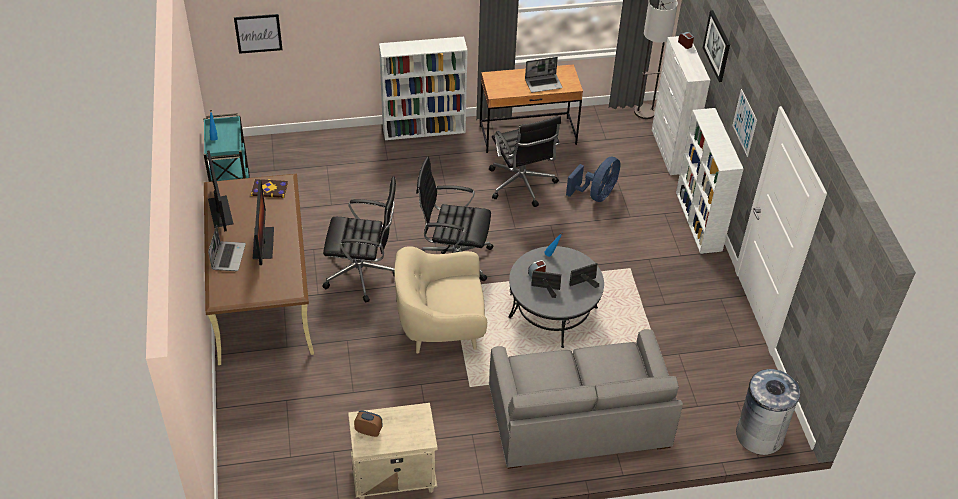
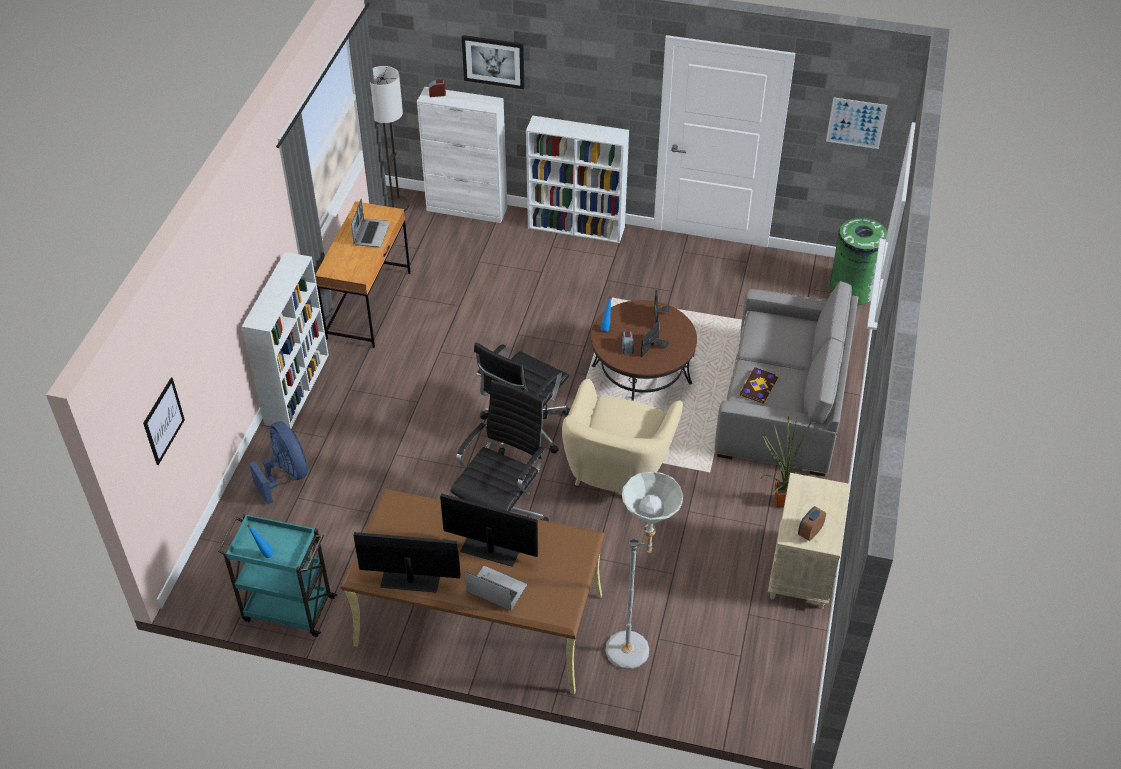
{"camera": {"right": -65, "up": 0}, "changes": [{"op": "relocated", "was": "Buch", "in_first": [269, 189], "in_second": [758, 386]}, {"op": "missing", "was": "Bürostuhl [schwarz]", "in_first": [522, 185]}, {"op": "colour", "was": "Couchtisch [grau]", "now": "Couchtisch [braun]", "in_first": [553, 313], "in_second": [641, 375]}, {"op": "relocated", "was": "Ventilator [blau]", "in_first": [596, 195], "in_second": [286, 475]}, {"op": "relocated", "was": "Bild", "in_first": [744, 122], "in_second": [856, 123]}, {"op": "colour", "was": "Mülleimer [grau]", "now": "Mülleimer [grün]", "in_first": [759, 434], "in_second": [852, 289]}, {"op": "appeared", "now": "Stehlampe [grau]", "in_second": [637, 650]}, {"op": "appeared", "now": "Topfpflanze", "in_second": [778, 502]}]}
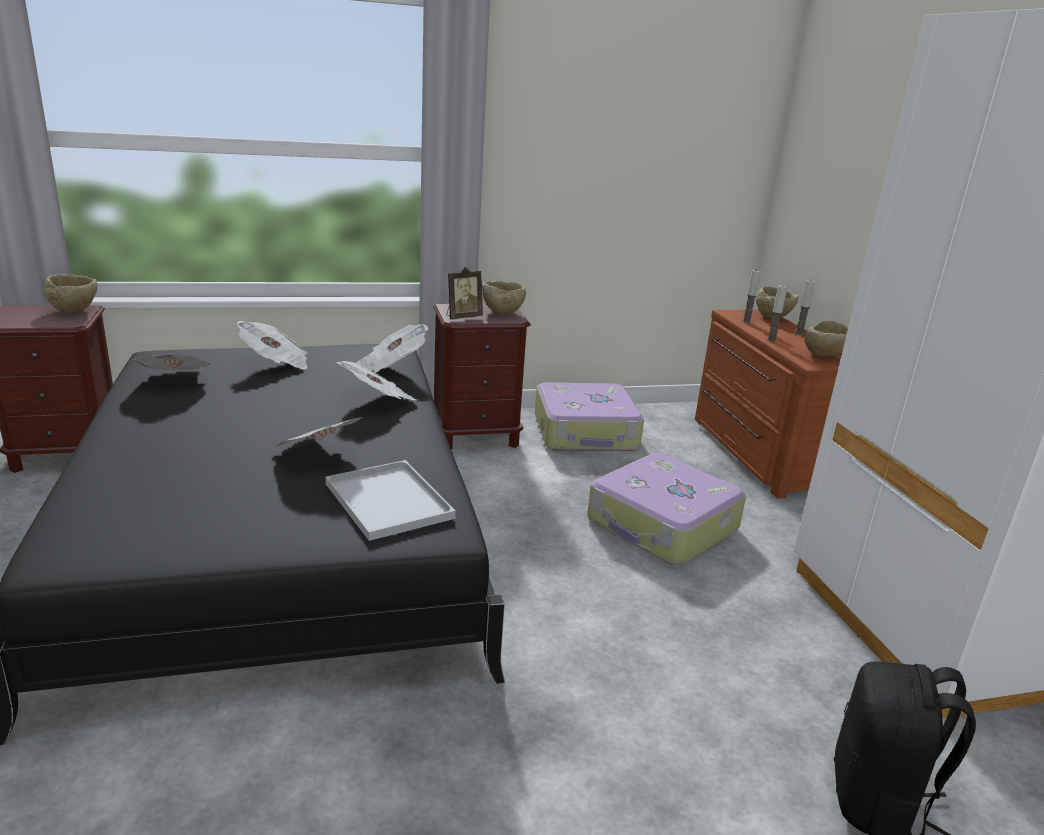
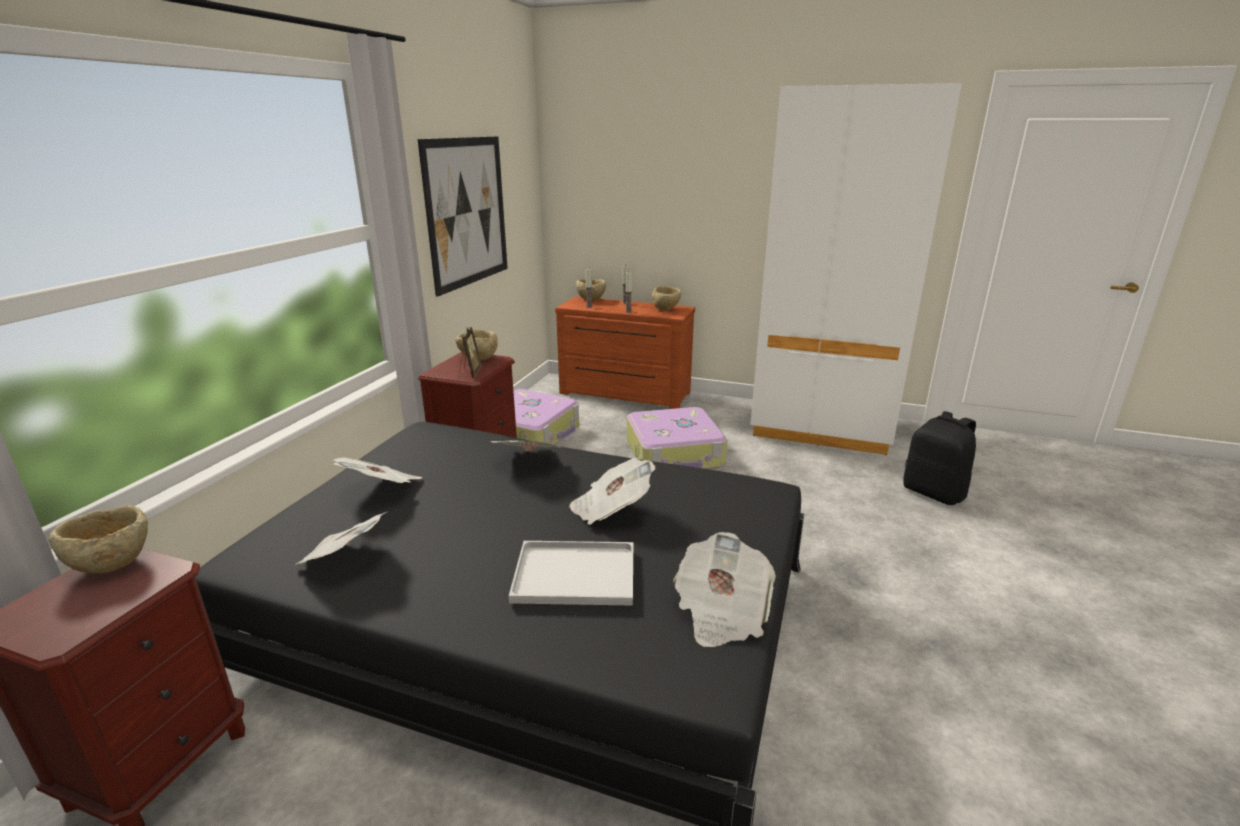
{"camera": {"right": -55, "up": 0}, "changes": [{"op": "relocated", "was": "Tablett [weiß]", "in_first": [386, 500], "in_second": [572, 575]}, {"op": "relocated", "was": "Zeitung", "in_first": [391, 366], "in_second": [721, 612]}, {"op": "appeared", "now": "Bild", "in_second": [467, 212]}]}
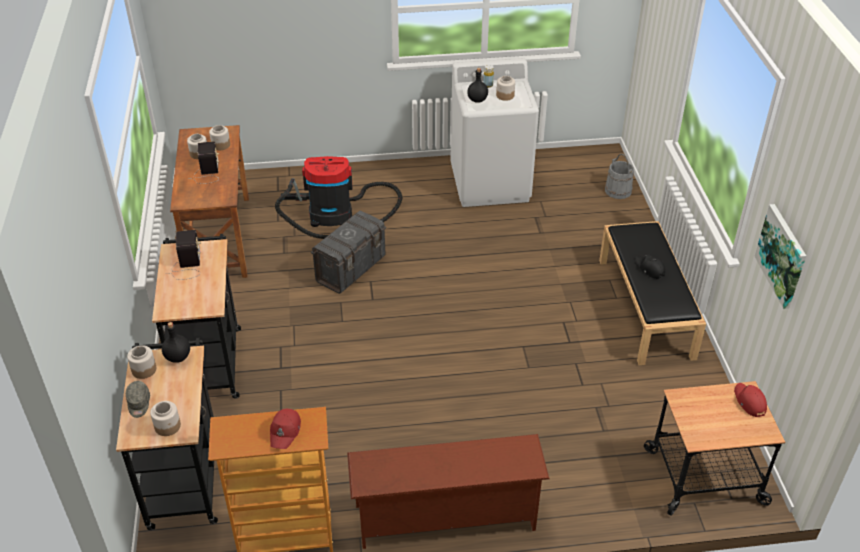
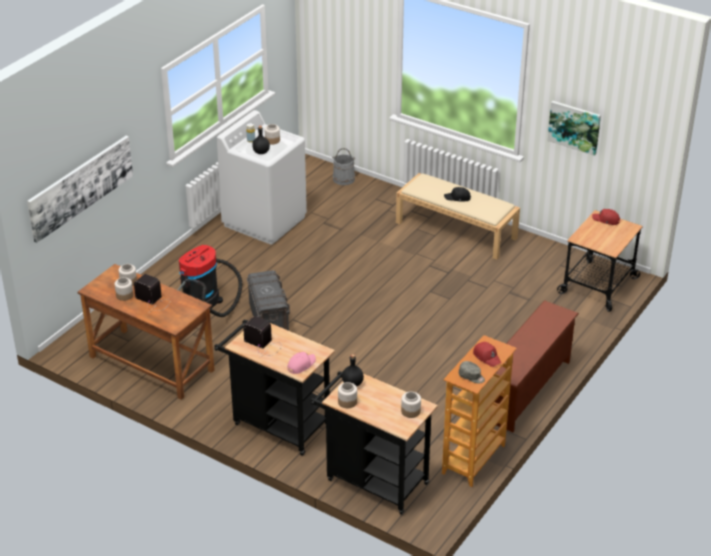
{"camera": {"right": -50, "up": -5}, "changes": [{"op": "relocated", "was": "Kappe [grau]", "in_first": [139, 404], "in_second": [471, 377]}, {"op": "colour", "was": "Bank [schwarz]", "now": "Bank [beige]", "in_first": [646, 308], "in_second": [457, 230]}, {"op": "appeared", "now": "Bild", "in_second": [80, 187]}, {"op": "appeared", "now": "Kappe [rosa]", "in_second": [301, 365]}]}
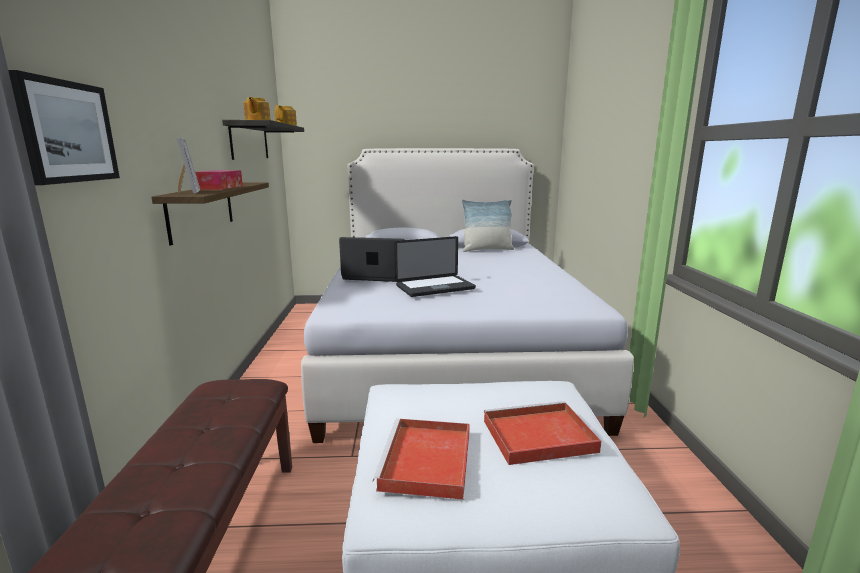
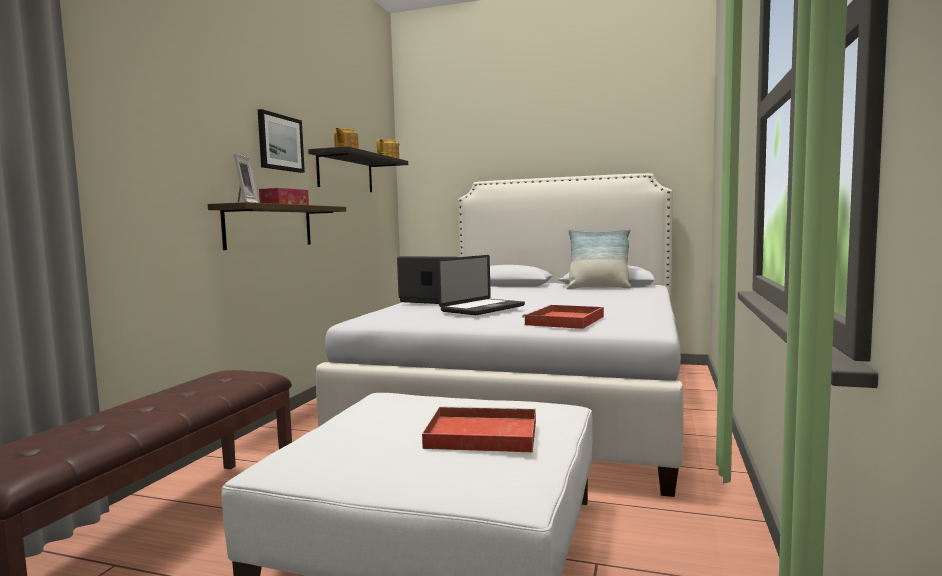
{"camera": {"right": 20, "up": -10}, "changes": [{"op": "relocated", "was": "Bild", "in_first": [67, 132], "in_second": [280, 143]}, {"op": "relocated", "was": "Tablett [rot]", "in_first": [427, 462], "in_second": [565, 321]}, {"op": "spun", "was": "Laptop", "in_first": [435, 287], "in_second": [483, 308], "clockwise": -45}]}
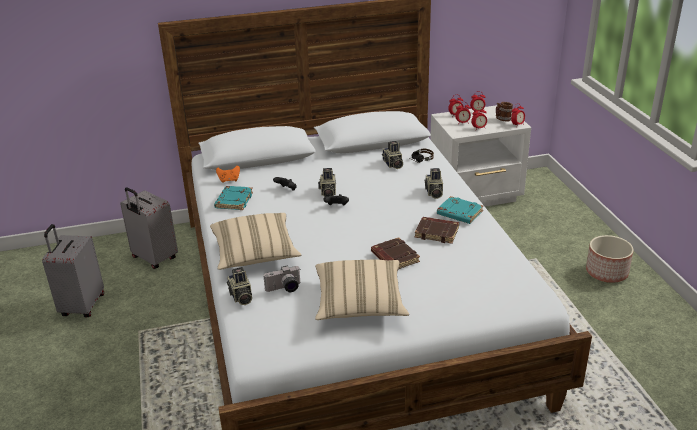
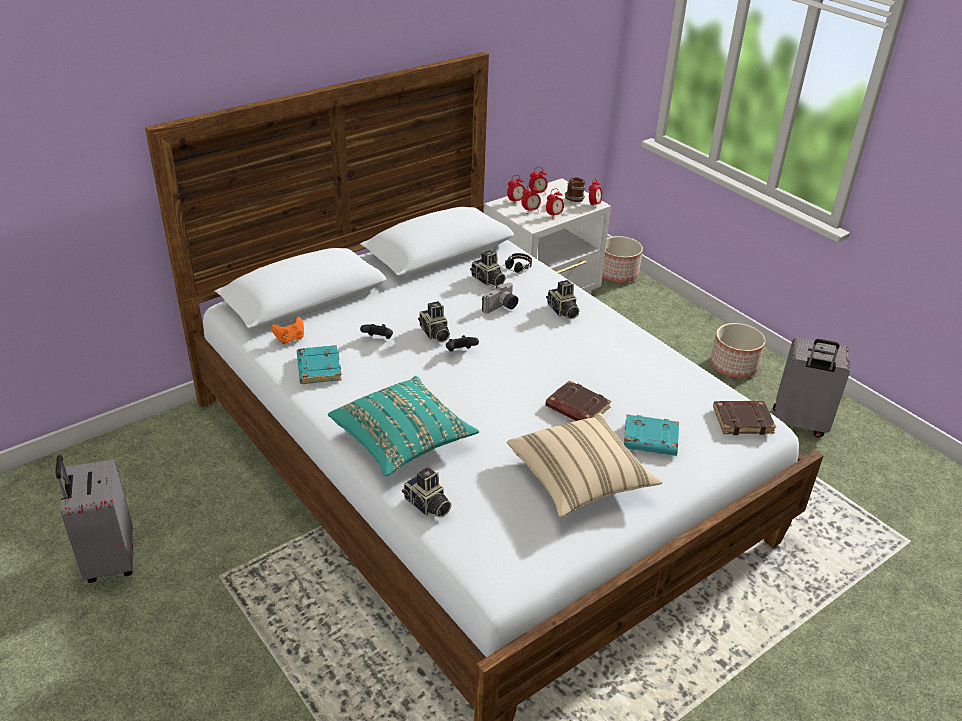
{"camera": {"right": -25, "up": 5}, "changes": [{"op": "relocated", "was": "Koffer [grau]", "in_first": [154, 259], "in_second": [798, 424]}, {"op": "colour", "was": "Kissen [beige]", "now": "Kissen [türkis]", "in_first": [255, 254], "in_second": [402, 440]}, {"op": "relocated", "was": "Kamera", "in_first": [284, 289], "in_second": [501, 308]}, {"op": "relocated", "was": "Buch [braun]", "in_first": [437, 232], "in_second": [743, 420]}, {"op": "relocated", "was": "Buch [türkis]", "in_first": [459, 213], "in_second": [649, 440]}, {"op": "appeared", "now": "Pflanzkübel", "in_second": [618, 274]}]}
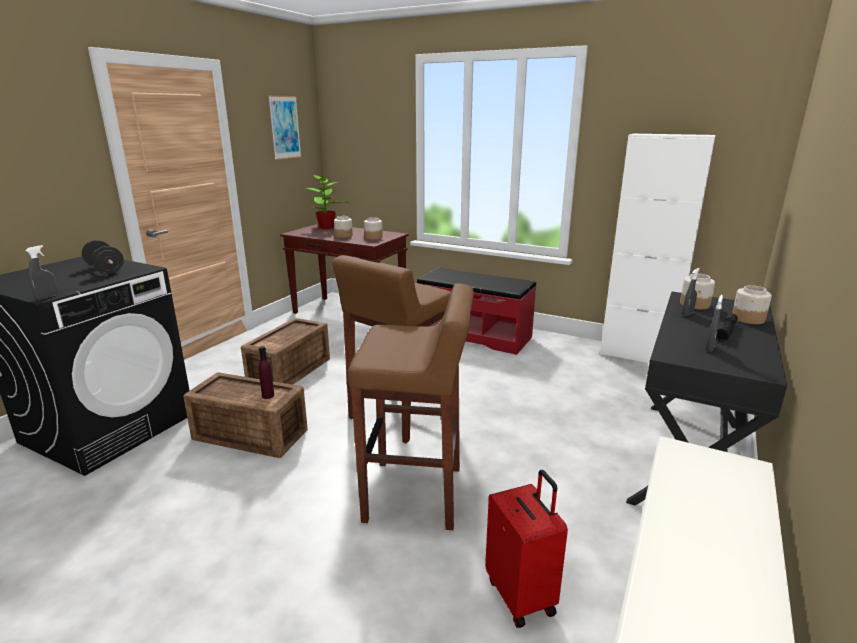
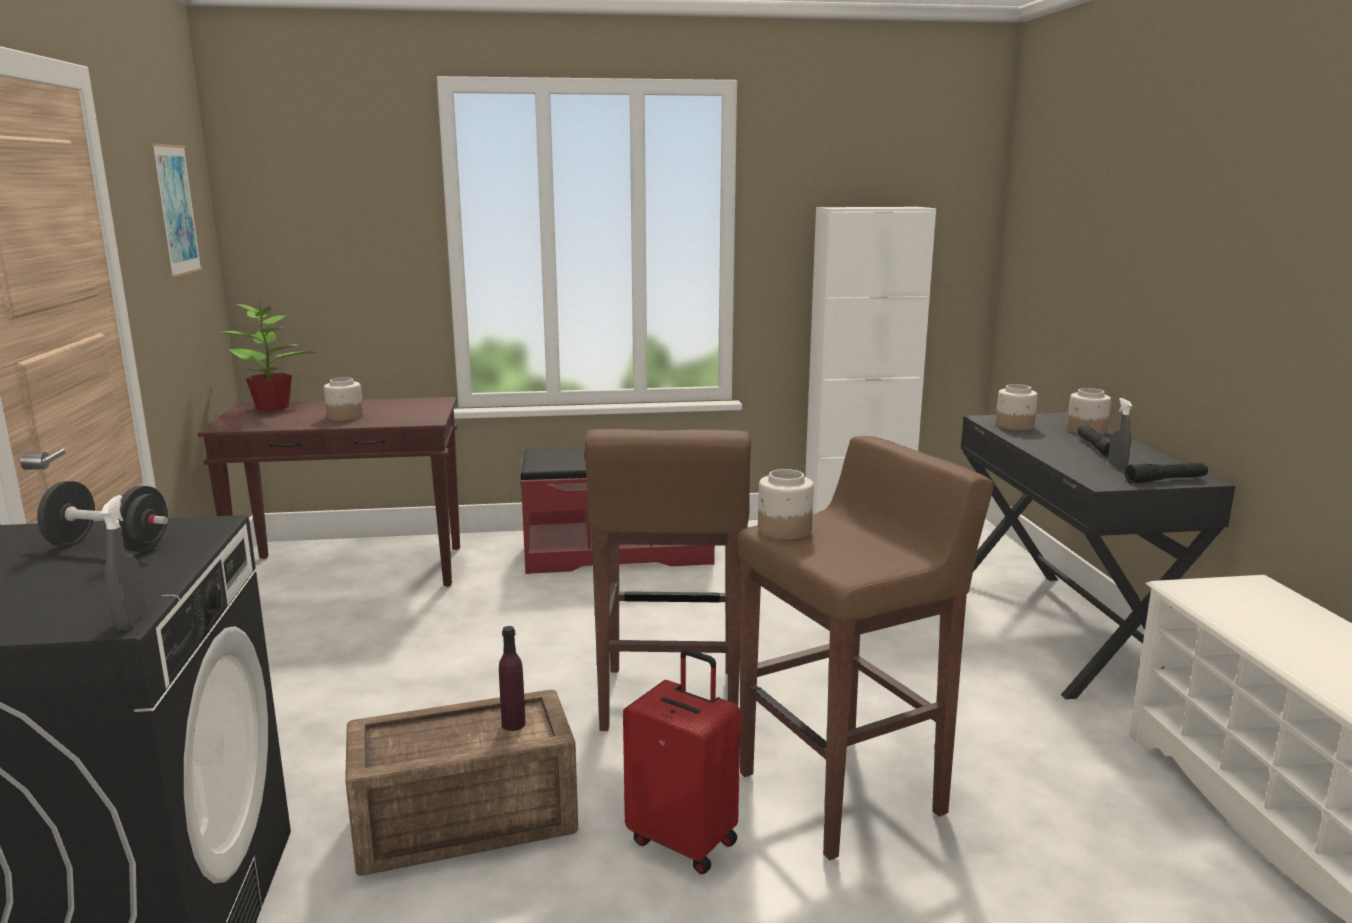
{"camera": {"right": -35, "up": -5}, "changes": [{"op": "missing", "was": "Kiste", "in_first": [291, 371]}, {"op": "relocated", "was": "Vorratsglas", "in_first": [373, 237], "in_second": [784, 530]}, {"op": "relocated", "was": "Koffer [rot]", "in_first": [522, 595], "in_second": [684, 840]}, {"op": "missing", "was": "Sprühflasche [grau]", "in_first": [687, 314]}, {"op": "appeared", "now": "Taschenlampe [schwarz]", "in_second": [1165, 480]}]}
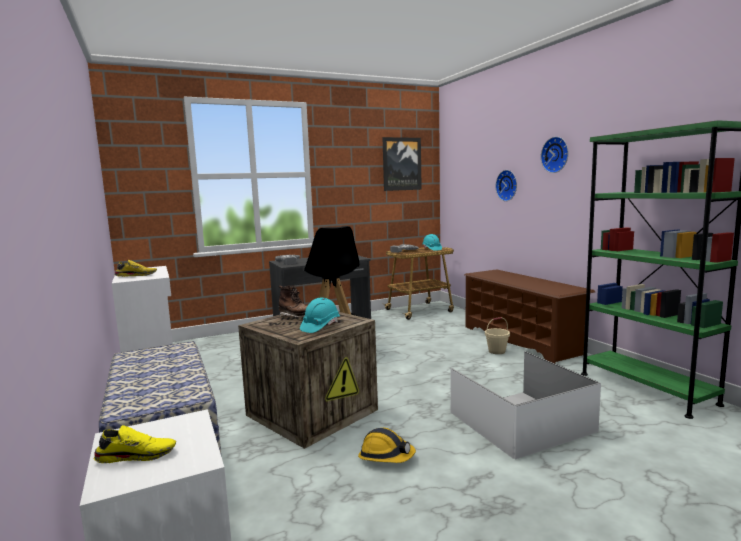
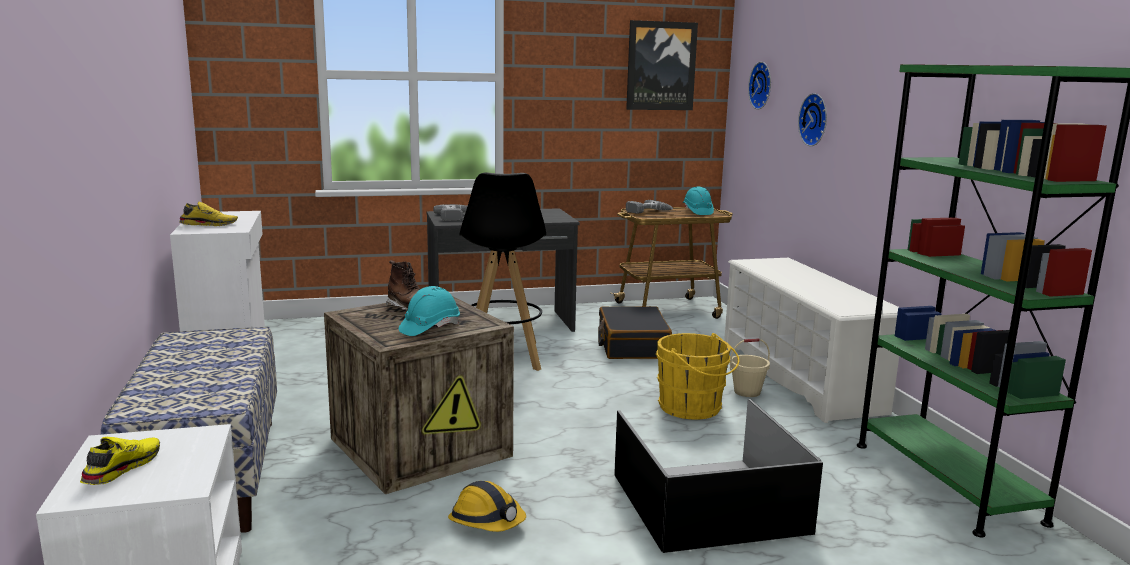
{"camera": {"right": 10, "up": 5}, "changes": [{"op": "spun", "was": "Schuh [gelb]", "in_first": [137, 455], "in_second": [121, 468], "clockwise": -75}, {"op": "colour", "was": "Aufbewahrungsbox [weiß]", "now": "Aufbewahrungsbox [schwarz]", "in_first": [521, 421], "in_second": [710, 502]}, {"op": "colour", "was": "Schuhregal [braun]", "now": "Schuhregal [weiß]", "in_first": [521, 339], "in_second": [800, 378]}, {"op": "relocated", "was": "Wanduhr", "in_first": [556, 155], "in_second": [763, 85]}, {"op": "appeared", "now": "Koffer [schwarz]", "in_second": [632, 345]}, {"op": "appeared", "now": "Eimer [gelb]", "in_second": [693, 408]}]}
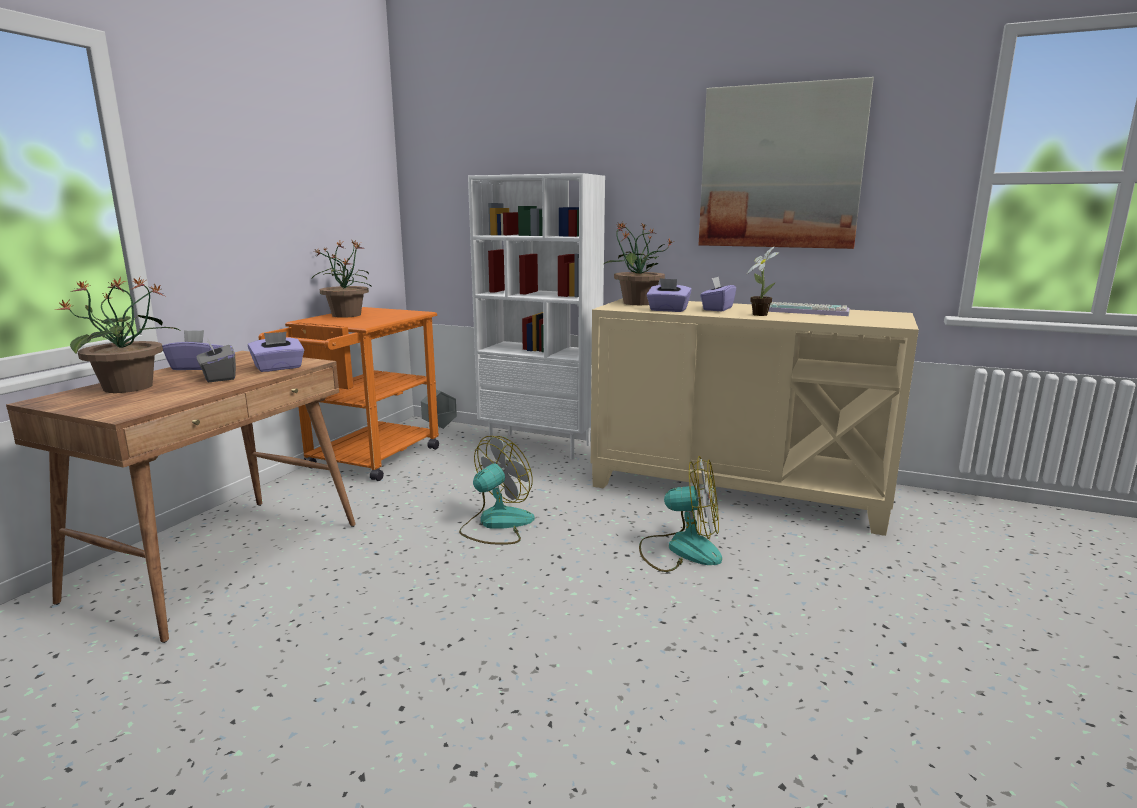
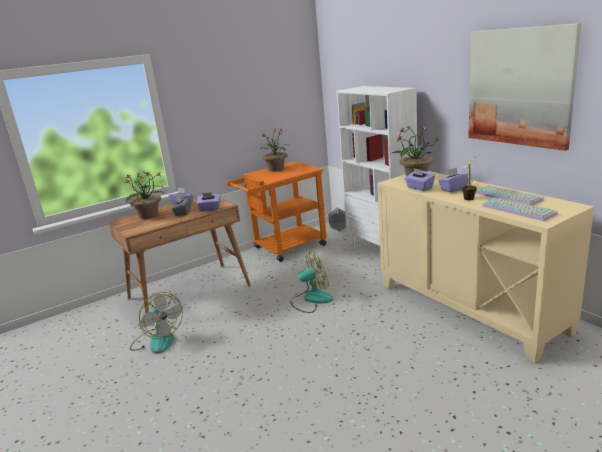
{"camera": {"right": 35, "up": 5}, "changes": [{"op": "relocated", "was": "Ventilator", "in_first": [681, 550], "in_second": [157, 340]}, {"op": "appeared", "now": "Tastatur", "in_second": [519, 210]}]}
